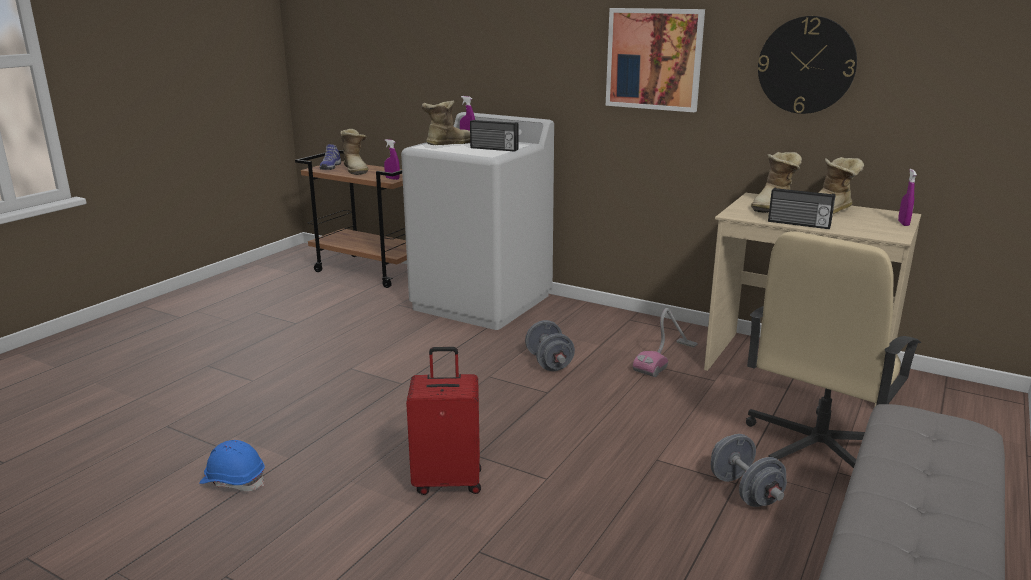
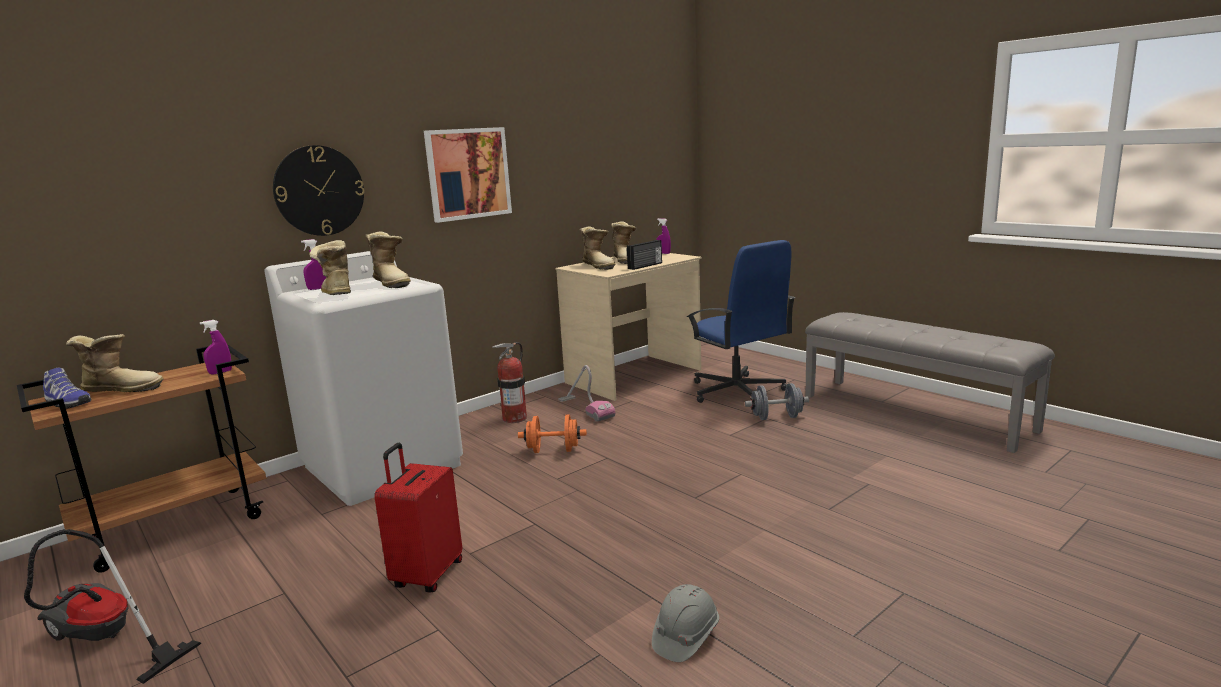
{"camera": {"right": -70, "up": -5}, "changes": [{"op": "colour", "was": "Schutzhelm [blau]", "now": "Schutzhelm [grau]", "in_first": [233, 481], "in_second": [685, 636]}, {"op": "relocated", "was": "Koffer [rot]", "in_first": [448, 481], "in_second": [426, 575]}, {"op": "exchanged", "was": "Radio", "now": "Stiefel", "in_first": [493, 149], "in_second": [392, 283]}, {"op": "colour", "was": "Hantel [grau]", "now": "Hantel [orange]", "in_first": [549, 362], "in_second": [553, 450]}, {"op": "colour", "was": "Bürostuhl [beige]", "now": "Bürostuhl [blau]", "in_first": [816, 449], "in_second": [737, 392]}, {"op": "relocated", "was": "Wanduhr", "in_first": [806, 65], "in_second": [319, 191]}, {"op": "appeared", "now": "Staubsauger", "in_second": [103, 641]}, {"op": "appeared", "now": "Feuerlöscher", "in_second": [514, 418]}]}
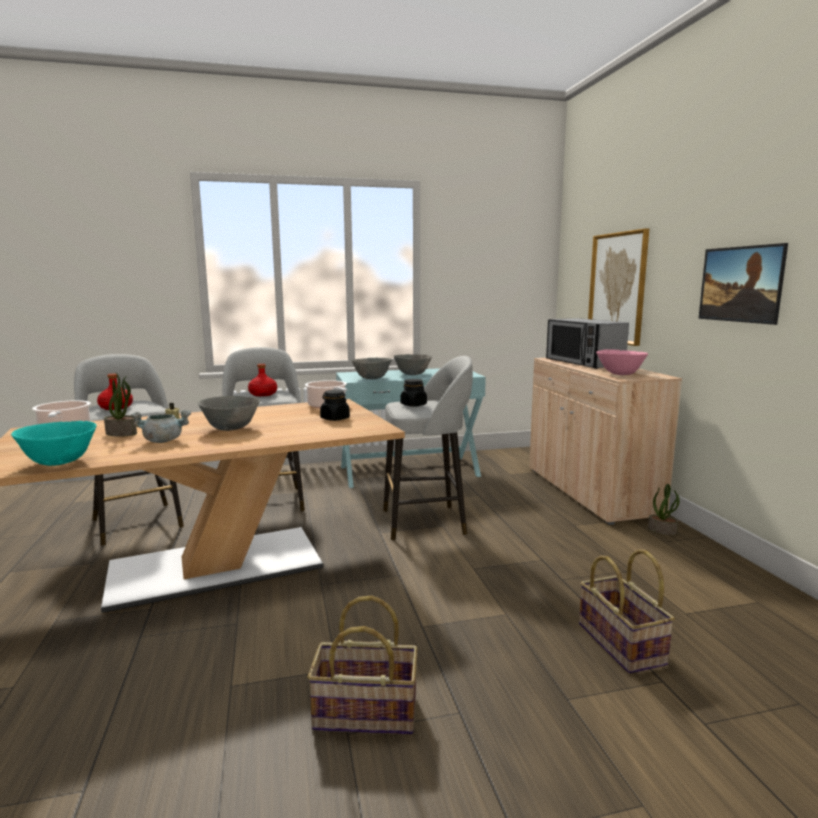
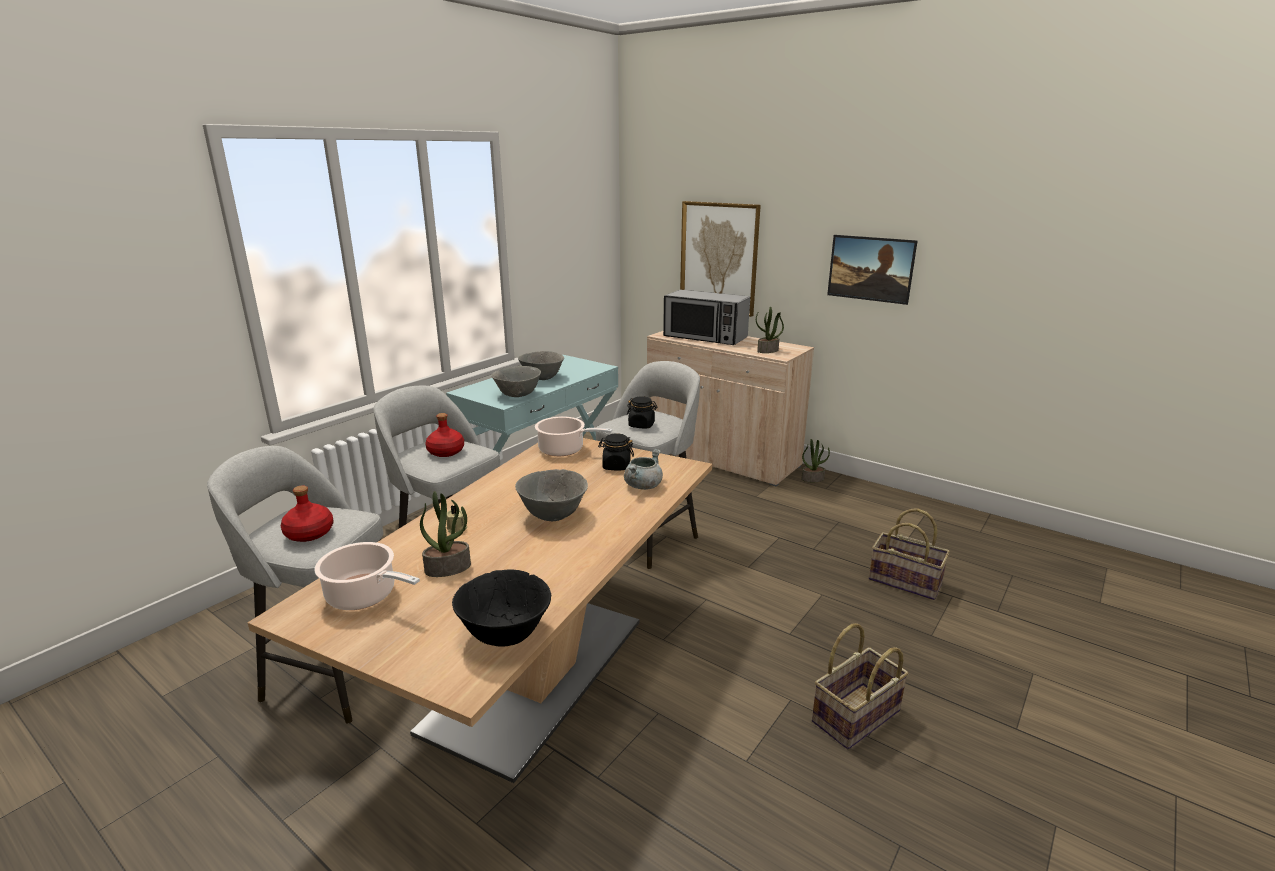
{"camera": {"right": -40, "up": 10}, "changes": [{"op": "colour", "was": "Schüssel [türkis]", "now": "Schüssel [schwarz]", "in_first": [59, 462], "in_second": [505, 634]}, {"op": "relocated", "was": "Kochtopf [grau]", "in_first": [164, 441], "in_second": [643, 485]}, {"op": "exchanged", "was": "Schüssel [rosa]", "now": "Topfpflanze", "in_first": [620, 374], "in_second": [768, 351]}]}
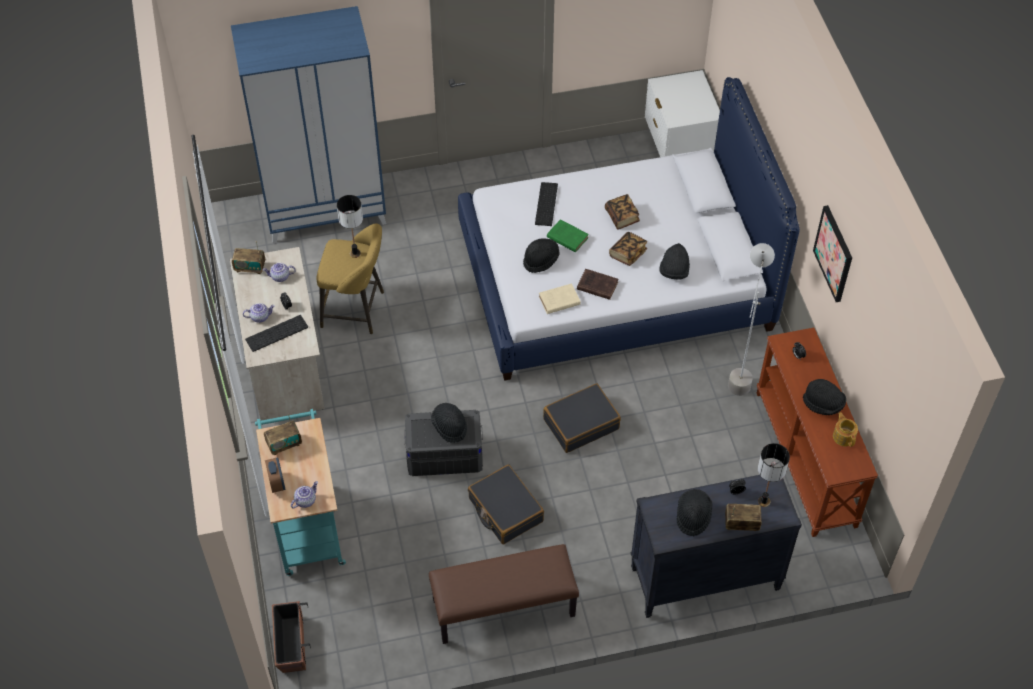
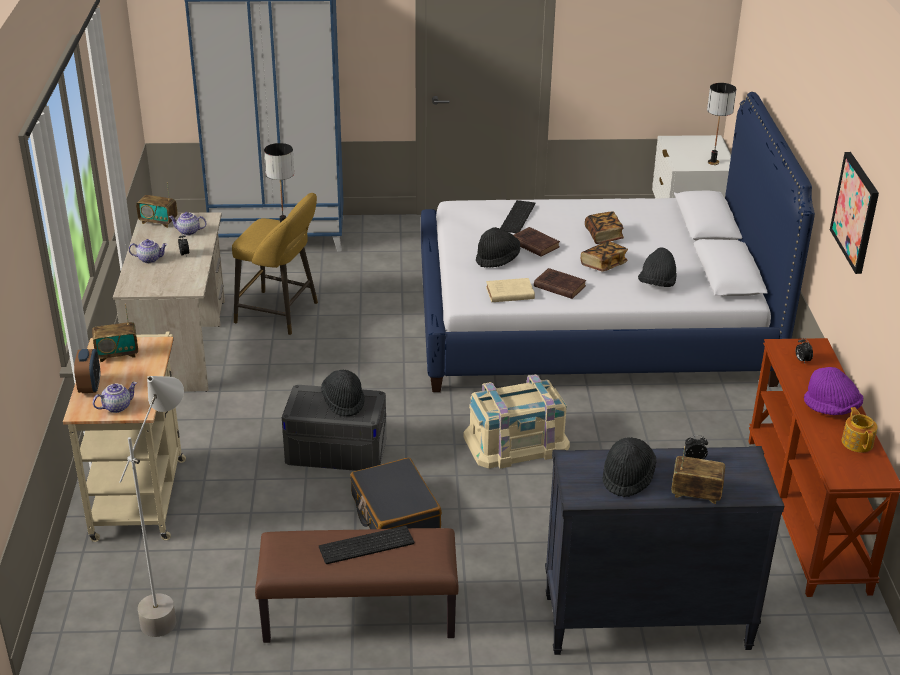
{"camera": {"right": 10, "up": -20}, "changes": [{"op": "relocated", "was": "Tastatur", "in_first": [276, 334], "in_second": [366, 546]}, {"op": "colour", "was": "Rollwagen [türkis]", "now": "Rollwagen [beige]", "in_first": [307, 523], "in_second": [140, 493]}, {"op": "missing", "was": "Pflanzkübel", "in_first": [291, 644]}, {"op": "exchanged", "was": "Koffer [schwarz]", "now": "Aufbewahrungsbox [beige]", "in_first": [581, 423], "in_second": [516, 442]}, {"op": "colour", "was": "Buch [grün]", "now": "Buch [braun]", "in_first": [566, 237], "in_second": [533, 244]}, {"op": "relocated", "was": "Stehlampe [grau]", "in_first": [740, 370], "in_second": [173, 603]}, {"op": "relocated", "was": "Tischlampe", "in_first": [763, 501], "in_second": [713, 162]}, {"op": "colour", "was": "Hut [schwarz]", "now": "Hut [lila]", "in_first": [823, 404], "in_second": [831, 408]}]}
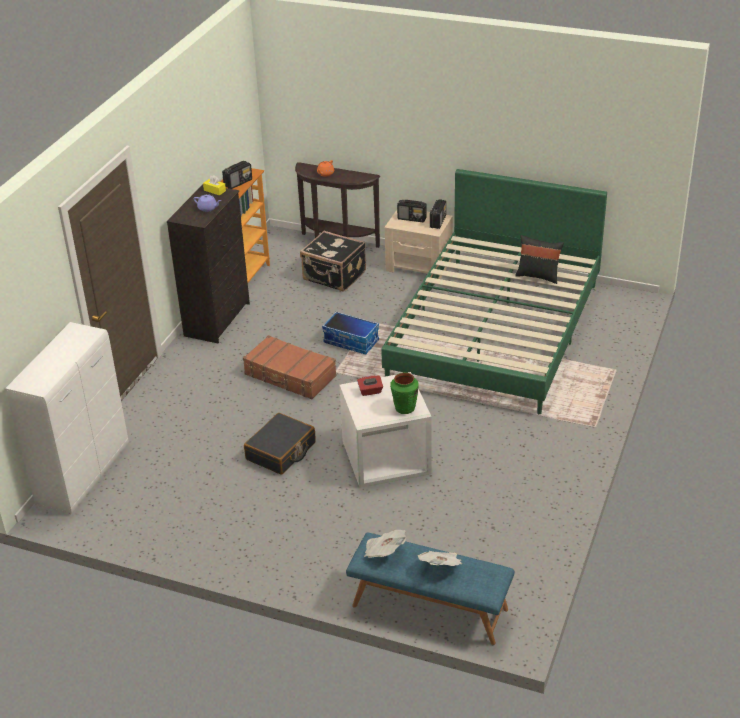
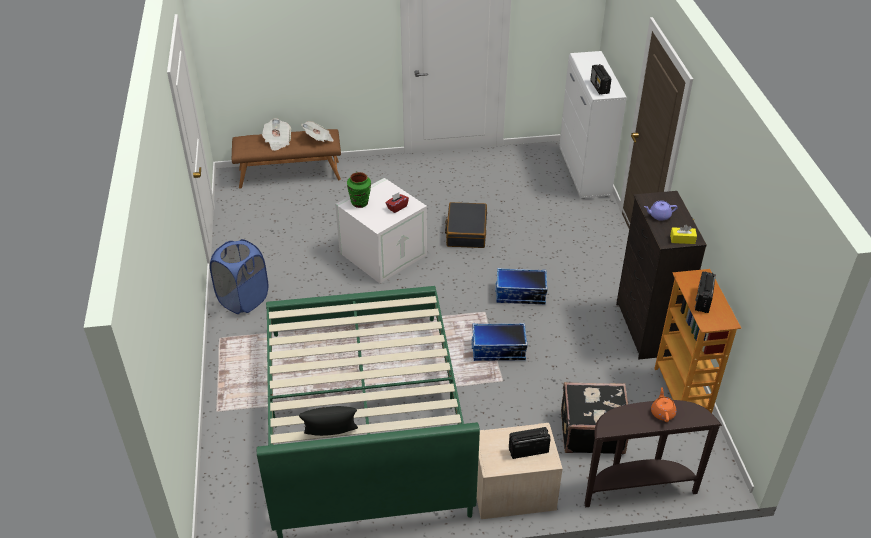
{"camera": {"right": 150, "up": 5}, "changes": [{"op": "exchanged", "was": "Koffer [braun]", "now": "Aufbewahrungsbox", "in_first": [290, 376], "in_second": [520, 295]}, {"op": "colour", "was": "Bank [blau]", "now": "Bank [braun]", "in_first": [429, 608], "in_second": [289, 174]}, {"op": "relocated", "was": "Radio", "in_first": [438, 221], "in_second": [599, 87]}, {"op": "appeared", "now": "Wäschekorb [blau]", "in_second": [243, 299]}]}
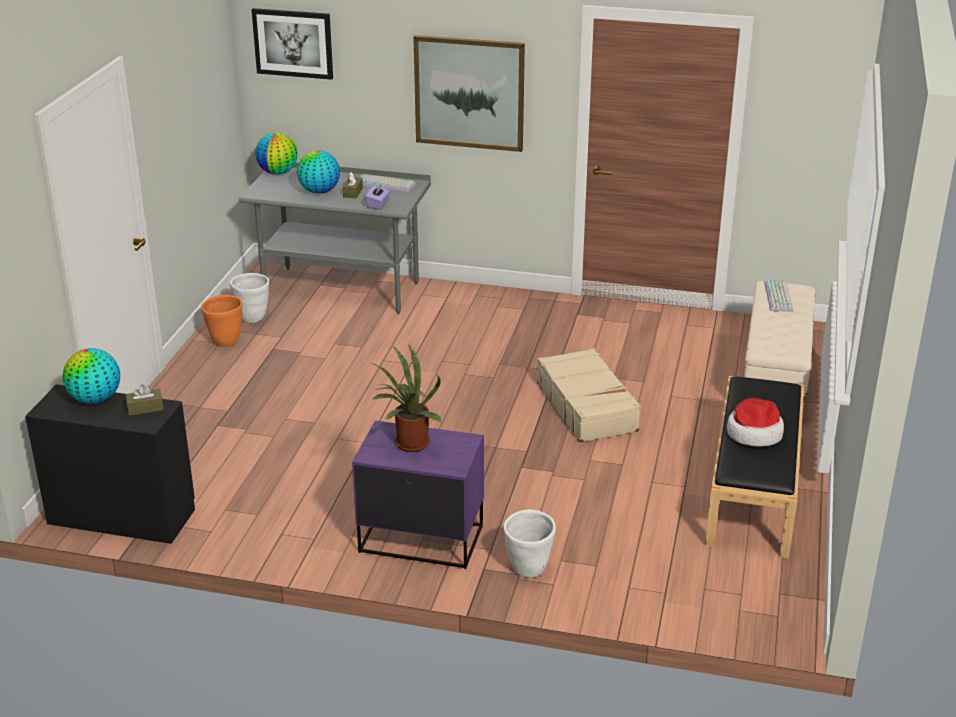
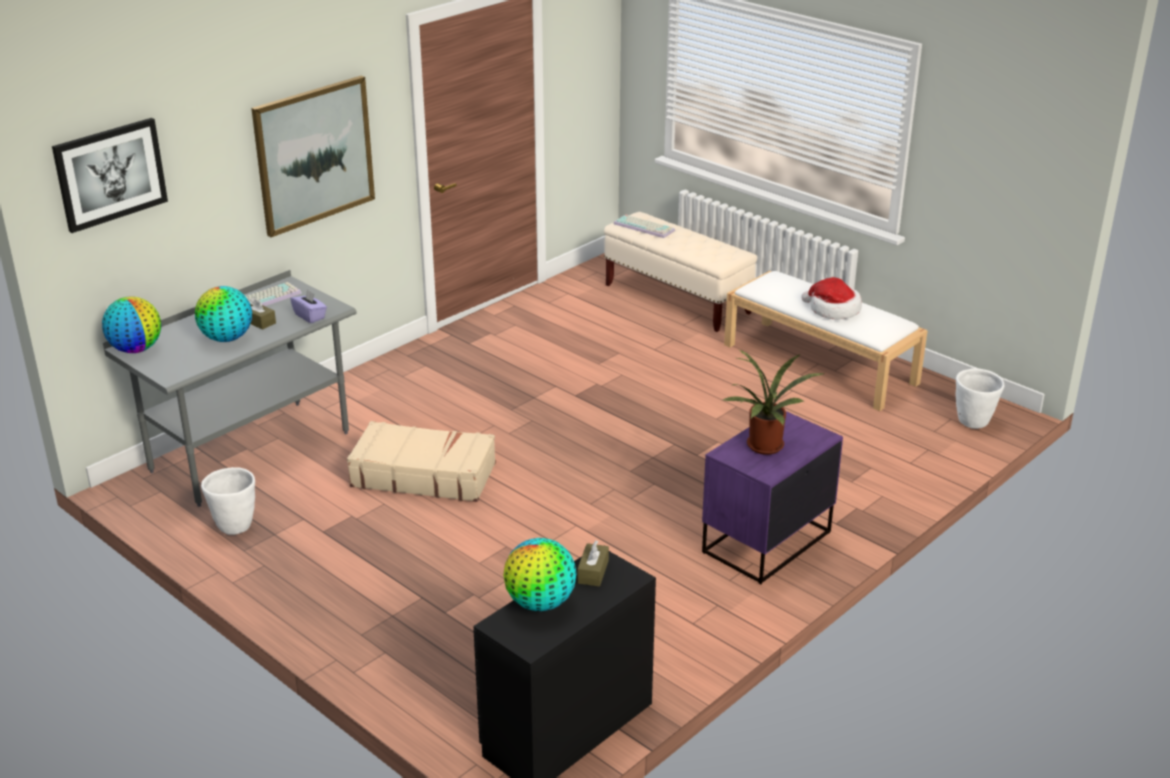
{"camera": {"right": -60, "up": 0}, "changes": [{"op": "missing", "was": "Pflanzkübel [orange]", "in_first": [225, 341]}, {"op": "relocated", "was": "Pflanzkübel [weiß]", "in_first": [528, 569], "in_second": [973, 423]}, {"op": "relocated", "was": "Koffer [beige]", "in_first": [587, 407], "in_second": [423, 474]}, {"op": "colour", "was": "Bank [schwarz]", "now": "Bank [weiß]", "in_first": [754, 489], "in_second": [821, 364]}]}
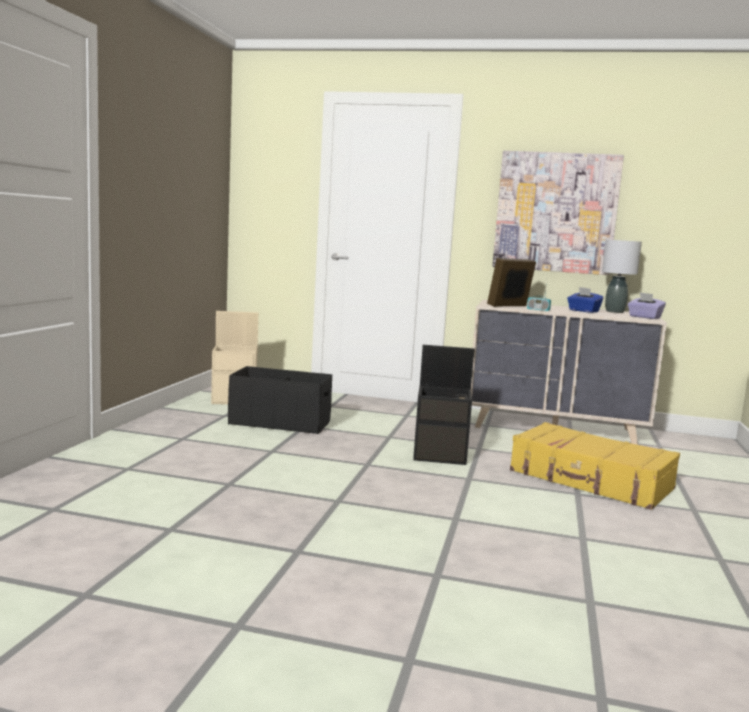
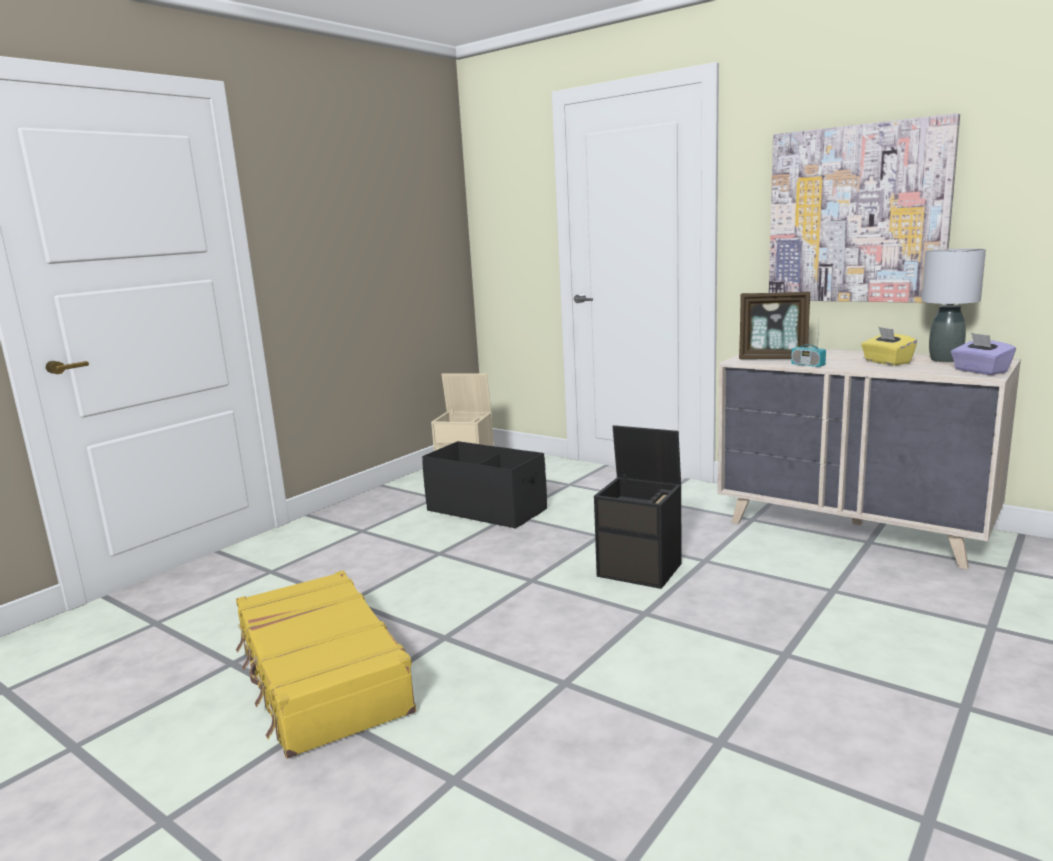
{"camera": {"right": 25, "up": 5}, "changes": [{"op": "spun", "was": "Bilderrahmen", "in_first": [509, 306], "in_second": [773, 359], "clockwise": -150}, {"op": "relocated", "was": "Koffer [gelb]", "in_first": [590, 480], "in_second": [321, 678]}, {"op": "colour", "was": "Taschentuchbox [blau]", "now": "Taschentuchbox [gelb]", "in_first": [583, 311], "in_second": [886, 362]}]}
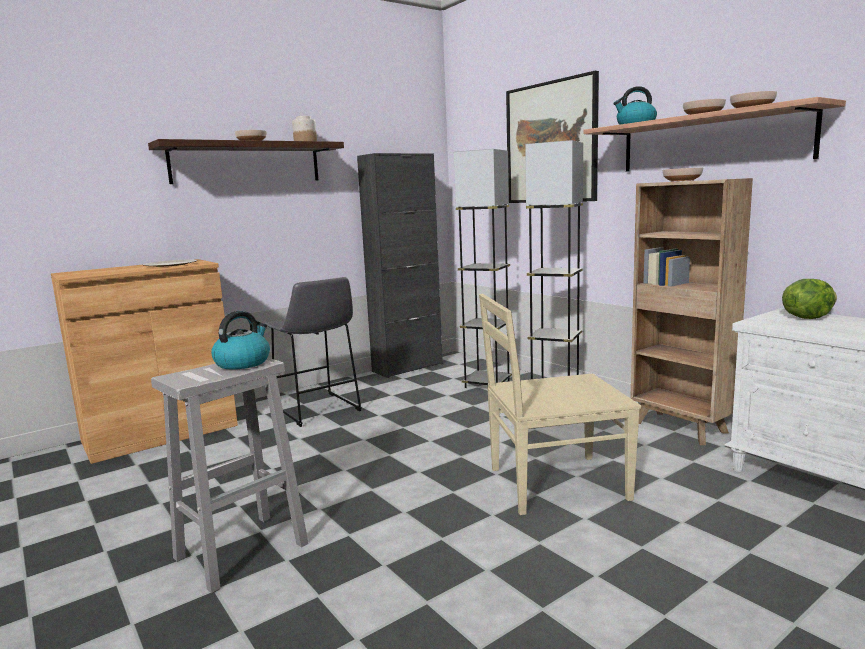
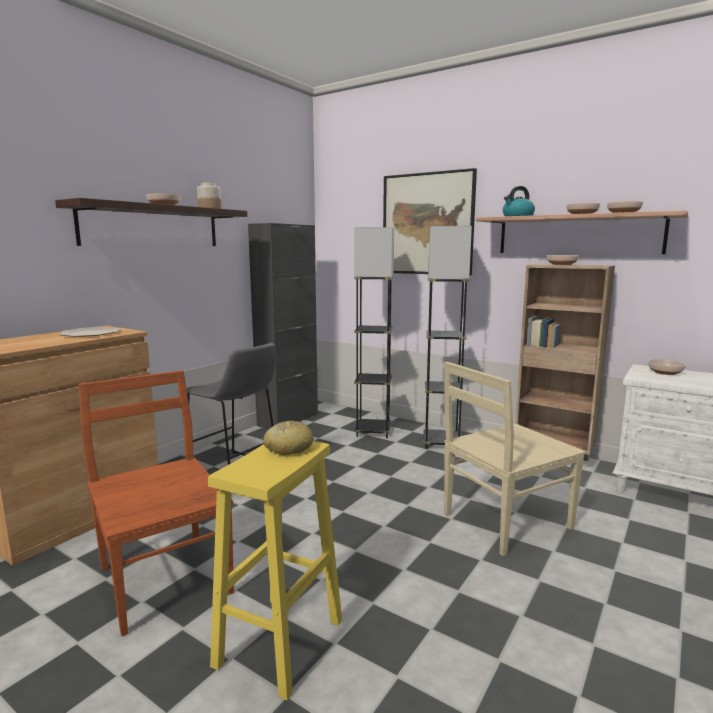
{"camera": {"right": -20, "up": 0}, "changes": [{"op": "colour", "was": "Hocker [weiß]", "now": "Hocker [gelb]", "in_first": [243, 550], "in_second": [281, 641]}, {"op": "exchanged", "was": "Wasserkessel", "now": "Brot", "in_first": [243, 363], "in_second": [288, 448]}, {"op": "exchanged", "was": "Salatkopf", "now": "Schüssel", "in_first": [807, 318], "in_second": [664, 372]}, {"op": "appeared", "now": "Stuhl [braun]", "in_second": [164, 577]}]}
